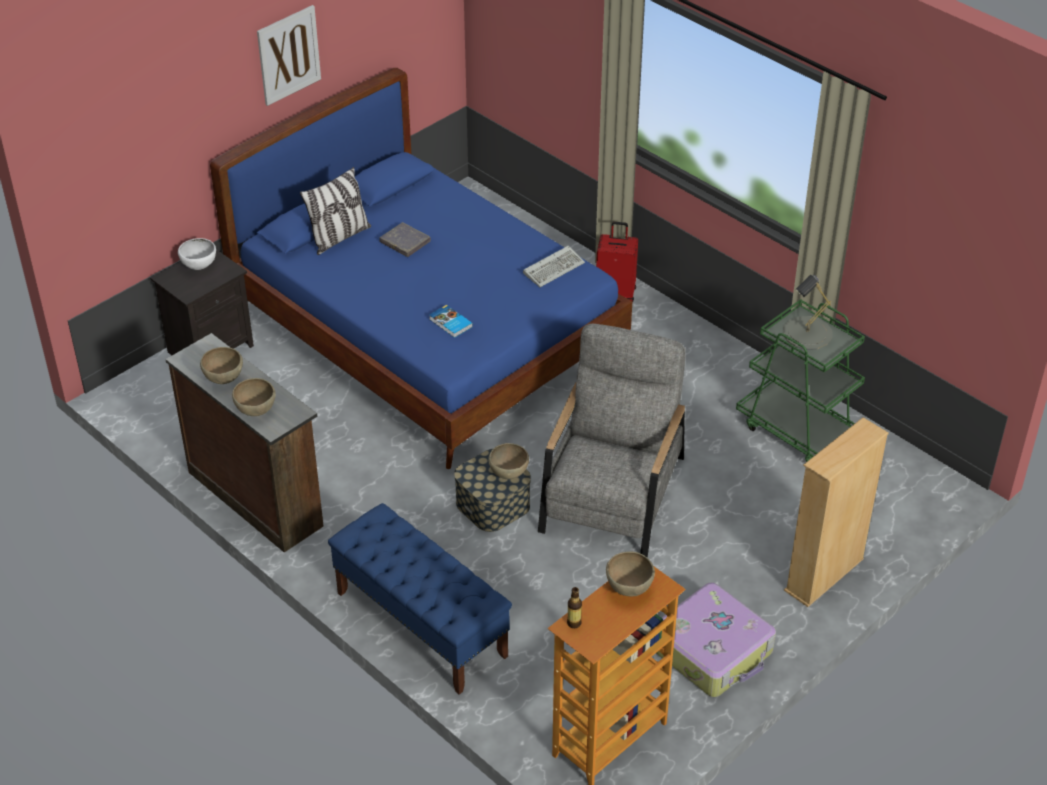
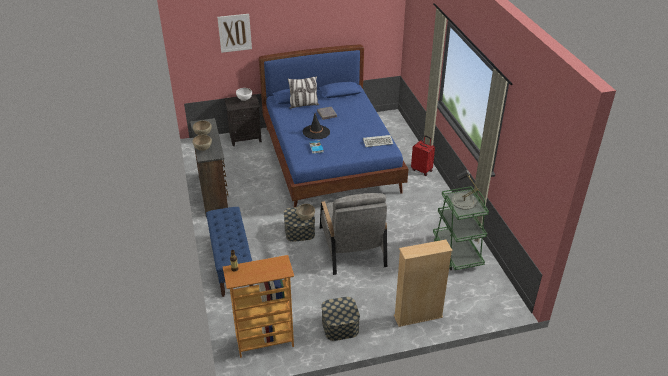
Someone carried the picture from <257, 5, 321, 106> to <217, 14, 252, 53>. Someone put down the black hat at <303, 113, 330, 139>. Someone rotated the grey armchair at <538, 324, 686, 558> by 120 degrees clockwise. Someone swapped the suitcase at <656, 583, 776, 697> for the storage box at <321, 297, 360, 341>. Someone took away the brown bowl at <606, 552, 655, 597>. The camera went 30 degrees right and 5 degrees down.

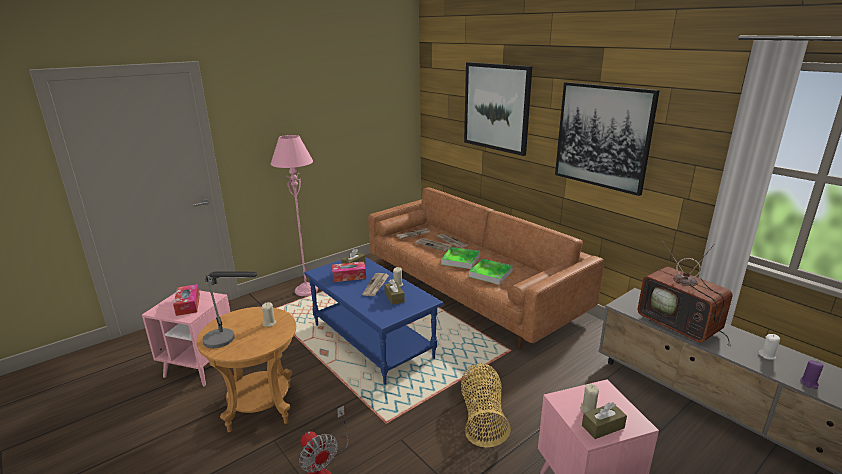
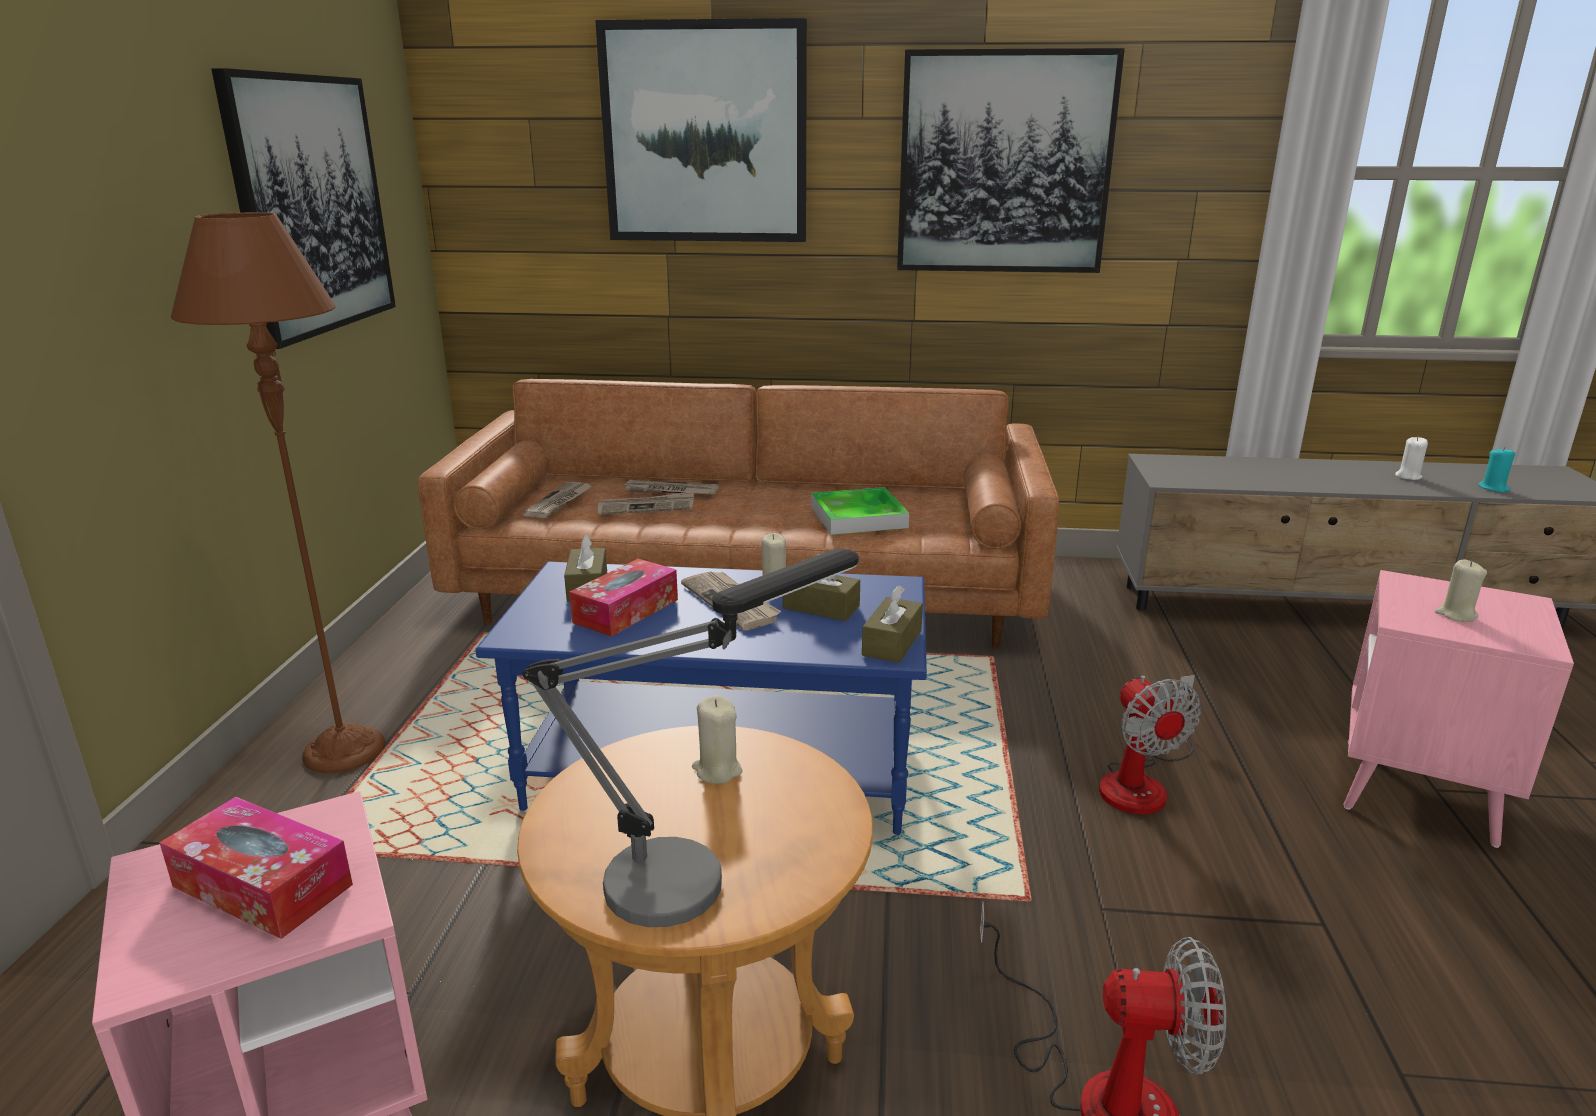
Someone repainted the pink floor lamp at <271, 135, 318, 296>, which became the brown floor lamp at <171, 212, 385, 773>. Someone put up the picture at <211, 68, 396, 349>. Someone carried the brown tissue box from <582, 402, 627, 439> to <862, 585, 923, 663>. Someone swapped the basket at <461, 363, 511, 448> for the fan at <1099, 675, 1201, 815>. Someone repainted the purple candle at <800, 360, 823, 389>, which became the turquoise candle at <1478, 447, 1515, 492>. Someone took away the tray at <441, 247, 480, 269>. Someone took away the television at <638, 241, 733, 346>. The camera went 45 degrees left and 0 degrees up.

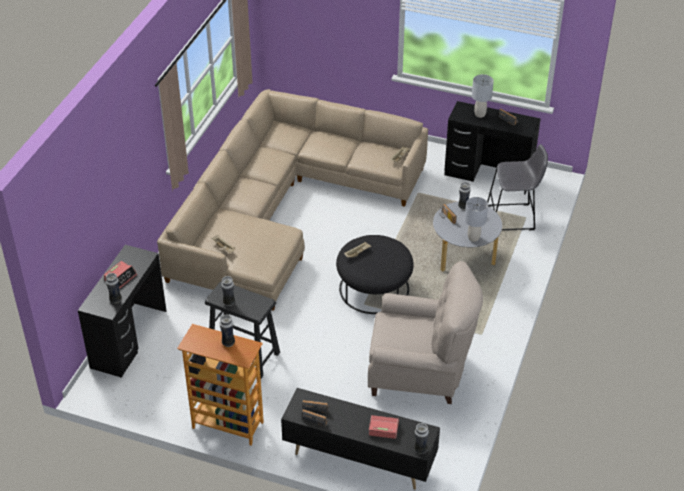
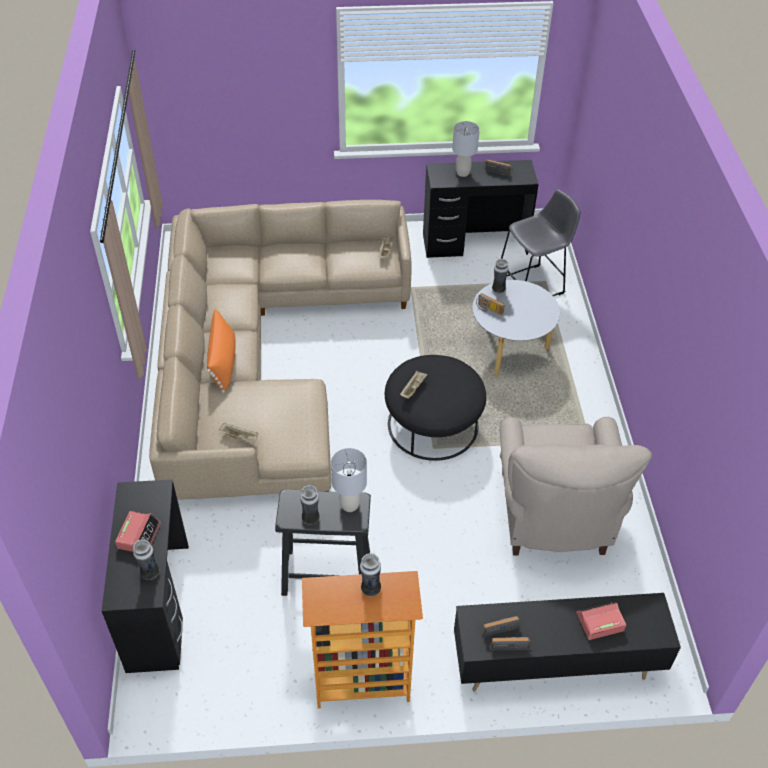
Someone put down the orange pillow at <207, 309, 235, 393>. Someone carried the grey table lamp from <465, 197, 488, 242> to <331, 448, 367, 512>. Someone rotated the beige armchair at <368, 261, 483, 404> by 105 degrees clockwise. Someone took away the vase at <414, 423, 429, 454>. The camera went 25 degrees left and 5 degrees up.

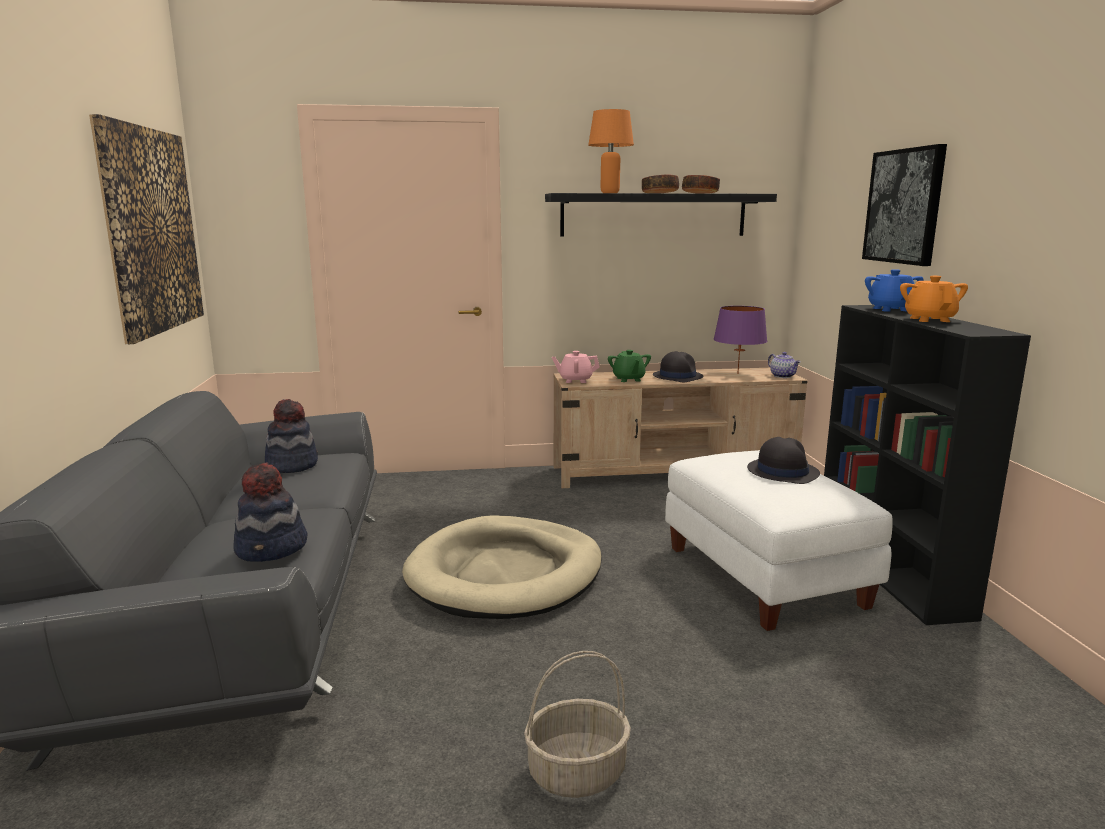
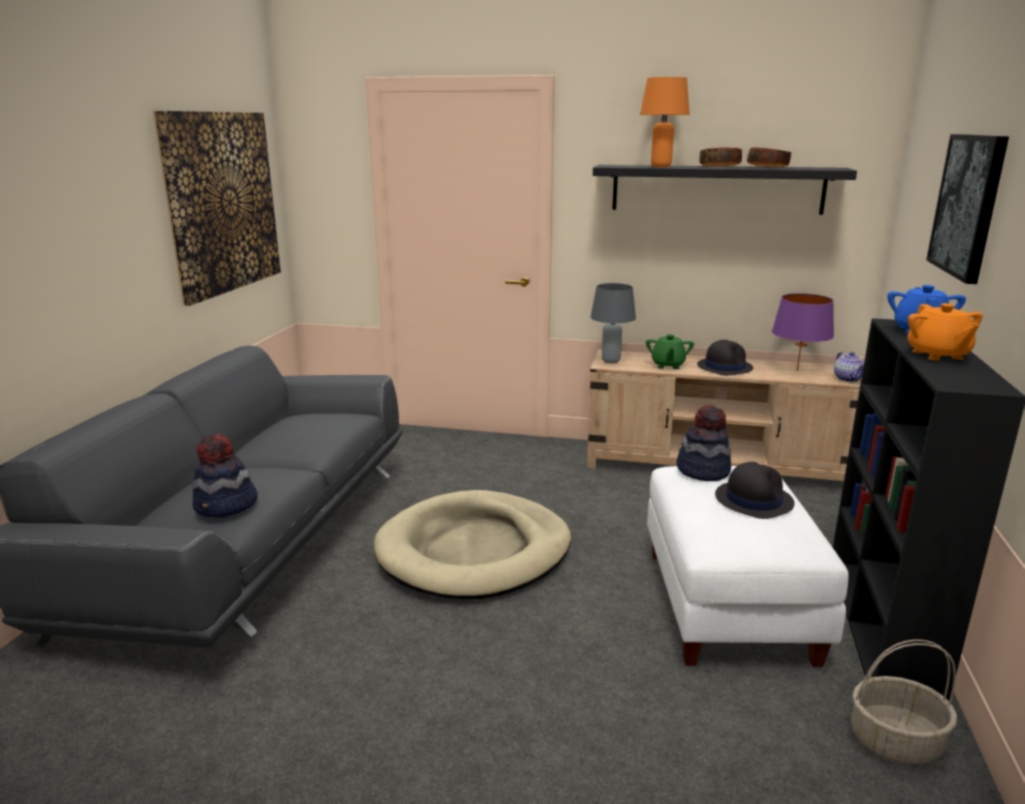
Someone swapped the pink teapot at <552, 351, 600, 383> for the grey table lamp at <591, 283, 636, 363>. Someone carried the hat from <265, 399, 318, 473> to <676, 405, 731, 481>. Someone carried the basket from <524, 651, 631, 798> to <851, 639, 957, 765>. Someone rotated the orange teapot at <900, 276, 968, 322> by 150 degrees clockwise. The camera went 20 degrees right and 5 degrees up.

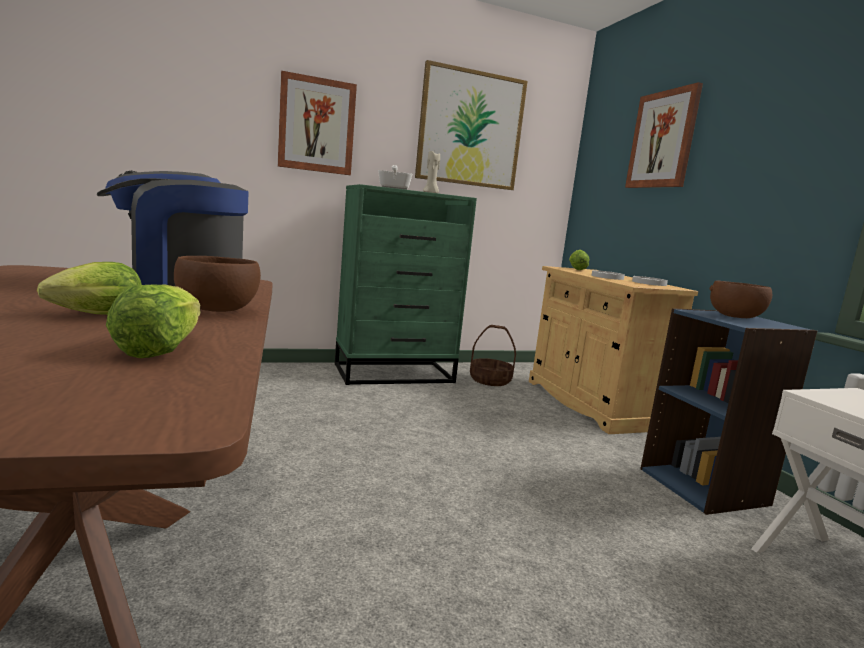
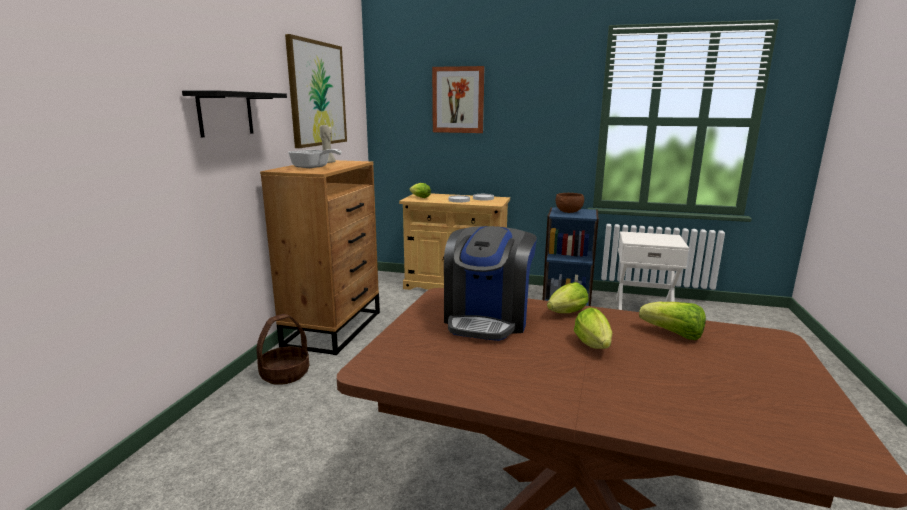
Someone swapped the picture at <278, 71, 357, 175> for the black shelf at <182, 90, 287, 137>. Someone carried the basket from <470, 325, 516, 386> to <256, 314, 309, 385>. Someone repainted the green dresser at <335, 184, 477, 385>, which became the brown dresser at <260, 160, 380, 355>. Someone swapped the brown bowl at <174, 256, 261, 312> for the lettuce at <547, 282, 589, 313>. The camera went 55 degrees left and 5 degrees up.

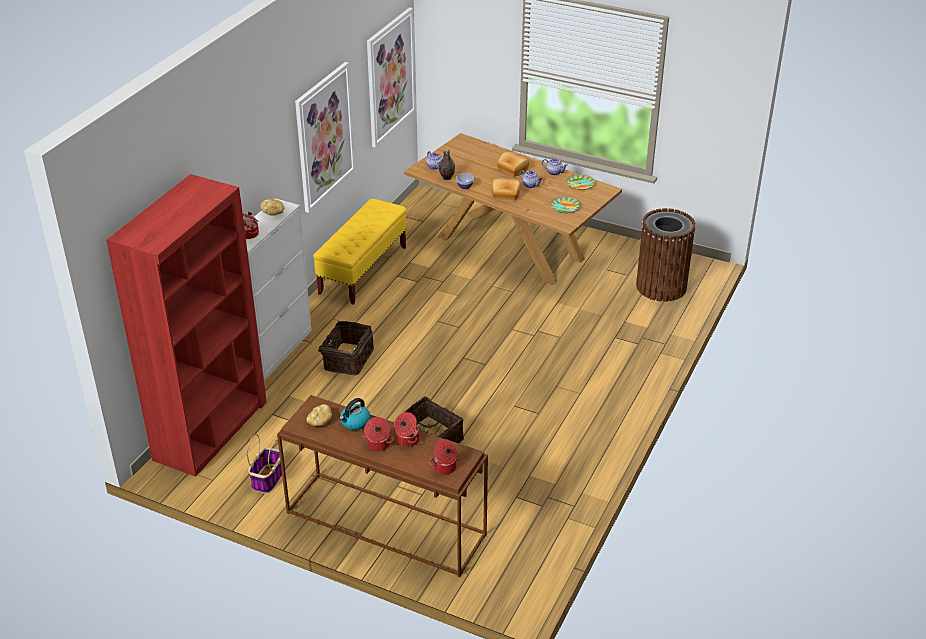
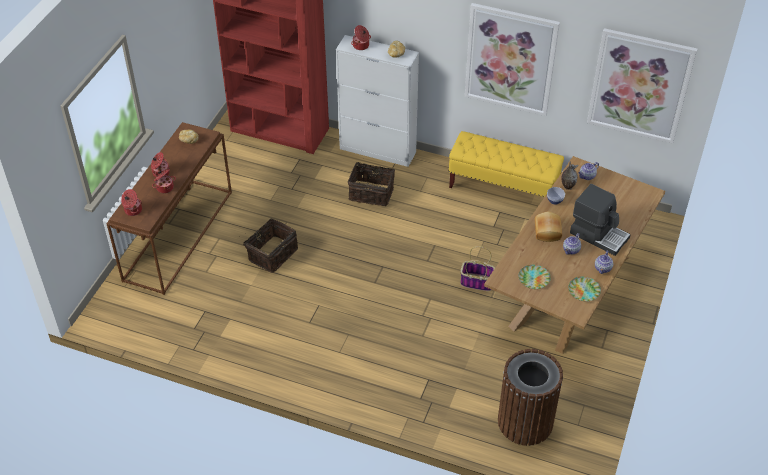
Someone carried the basket from <247, 434, 282, 493> to <460, 246, 495, 291>. Someone swapped the bread at <497, 152, 529, 176> for the coffee machine at <570, 184, 631, 256>. Someone took away the kettle at <339, 398, 370, 430>. The camera went 85 degrees right and 10 degrees up.

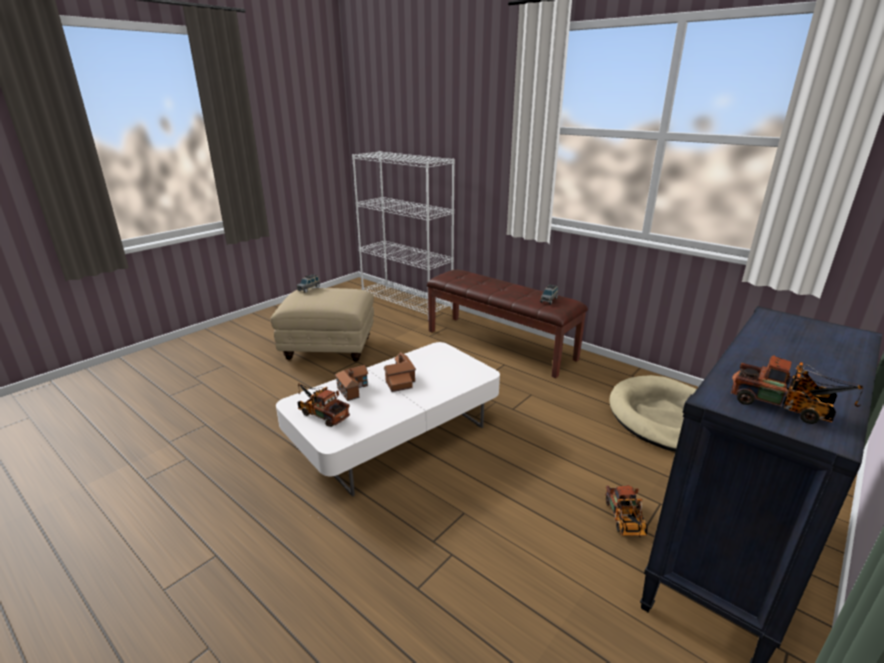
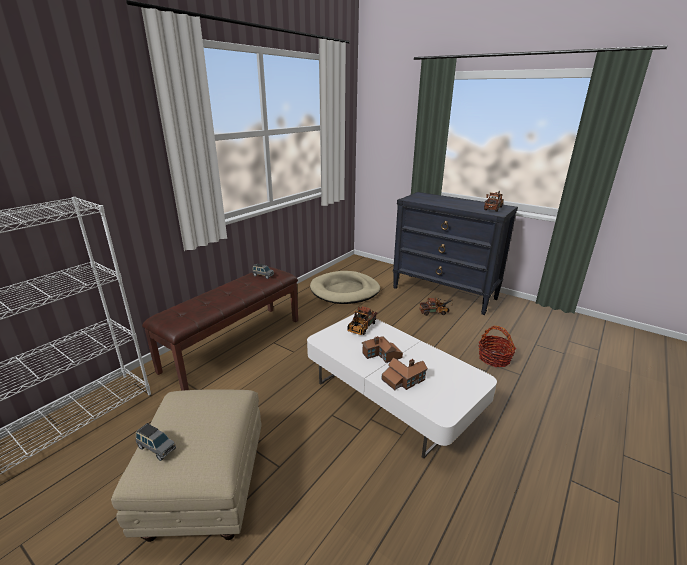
Someone carried the toy truck from <298, 384, 350, 427> to <347, 307, 377, 335>. Someone put down the basket at <478, 326, 516, 367>. The camera went 95 degrees left and 0 degrees up.

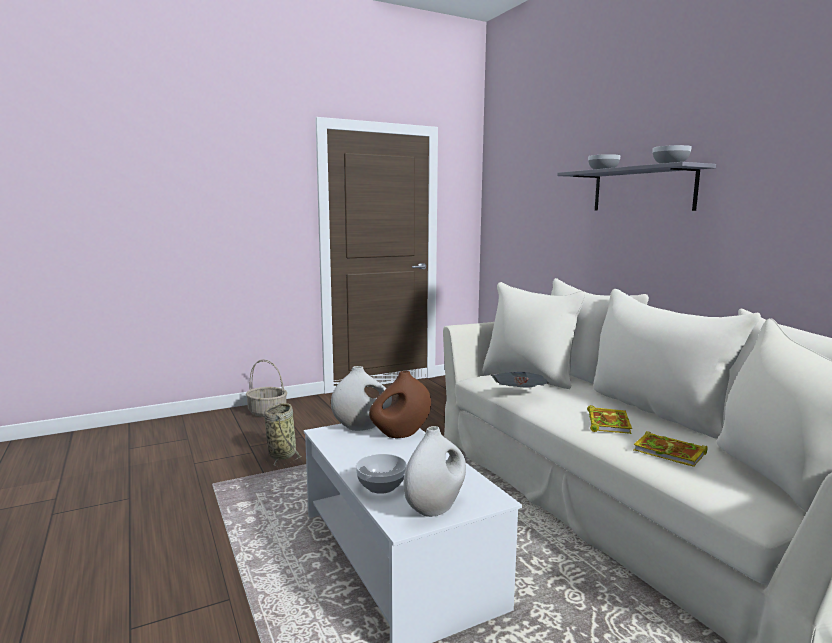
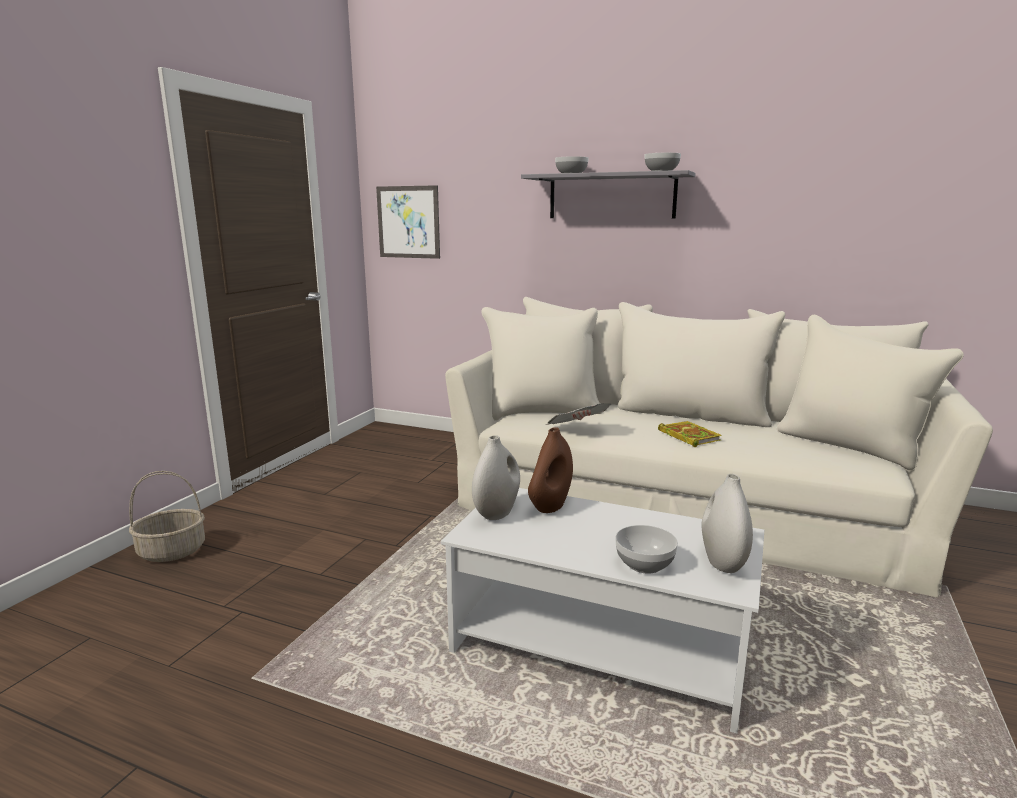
Someone put up the picture at <376, 185, 440, 259>. Someone took away the basket at <264, 403, 302, 467>. Someone took away the book at <633, 431, 707, 467>. The camera went 40 degrees left and 5 degrees up.

